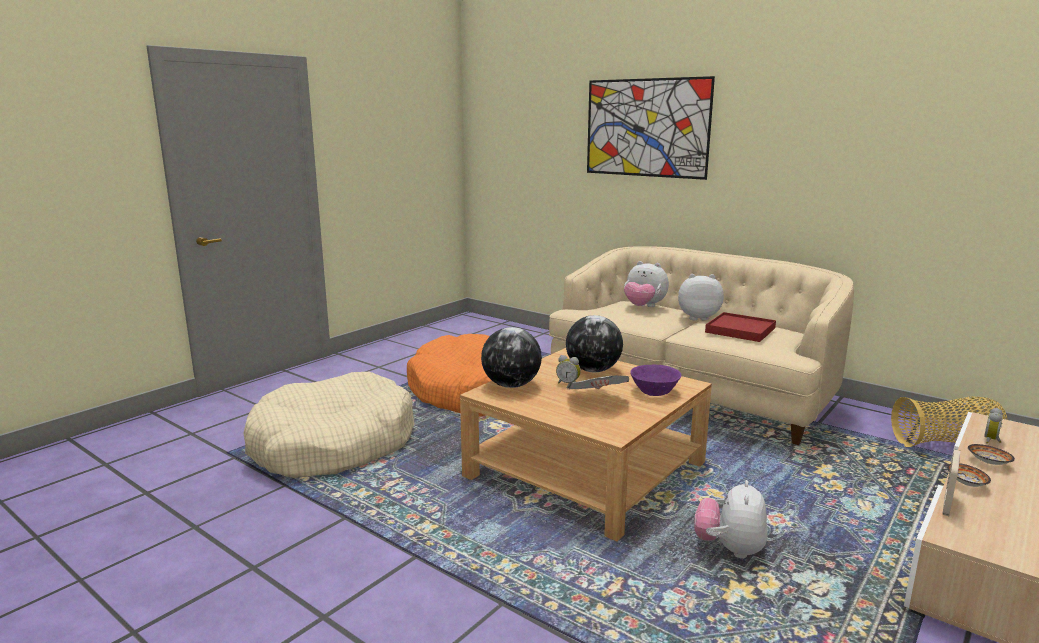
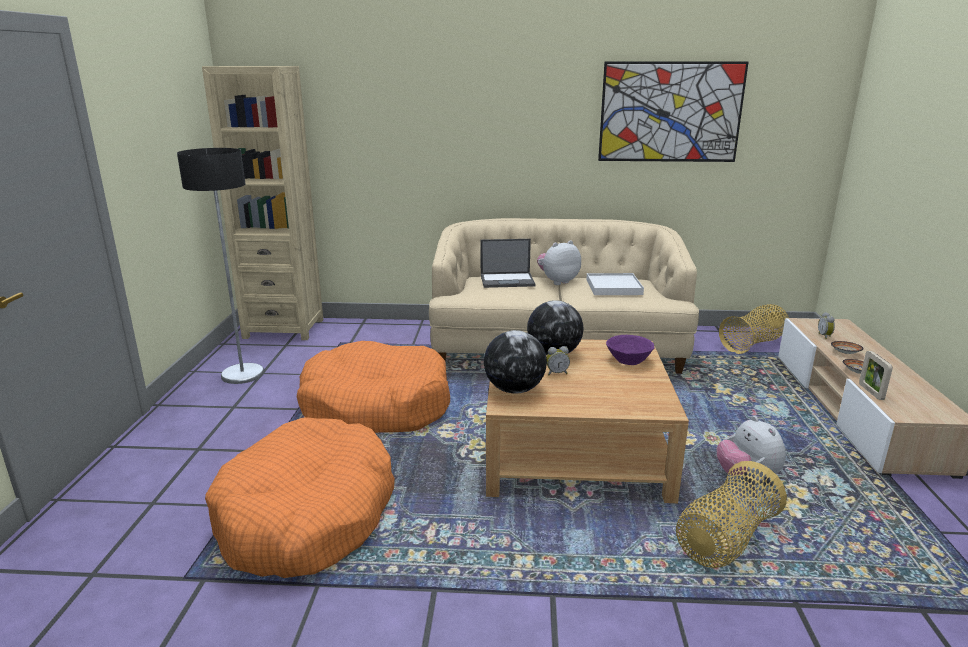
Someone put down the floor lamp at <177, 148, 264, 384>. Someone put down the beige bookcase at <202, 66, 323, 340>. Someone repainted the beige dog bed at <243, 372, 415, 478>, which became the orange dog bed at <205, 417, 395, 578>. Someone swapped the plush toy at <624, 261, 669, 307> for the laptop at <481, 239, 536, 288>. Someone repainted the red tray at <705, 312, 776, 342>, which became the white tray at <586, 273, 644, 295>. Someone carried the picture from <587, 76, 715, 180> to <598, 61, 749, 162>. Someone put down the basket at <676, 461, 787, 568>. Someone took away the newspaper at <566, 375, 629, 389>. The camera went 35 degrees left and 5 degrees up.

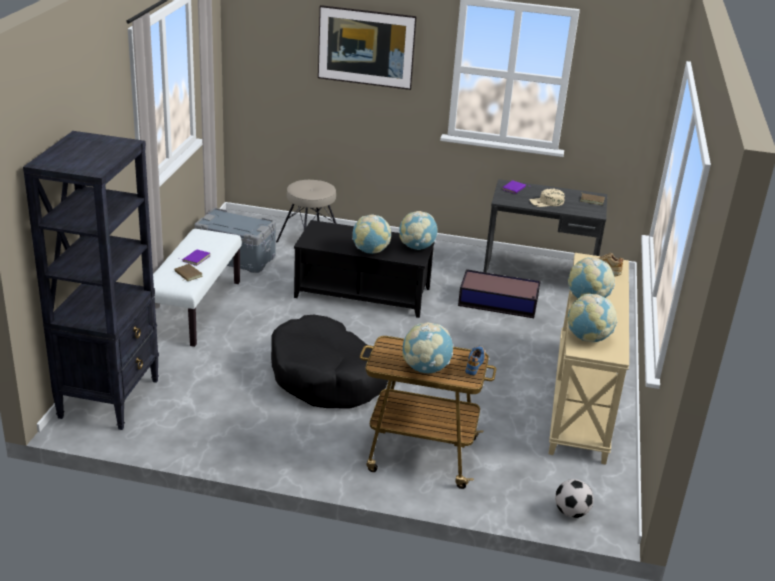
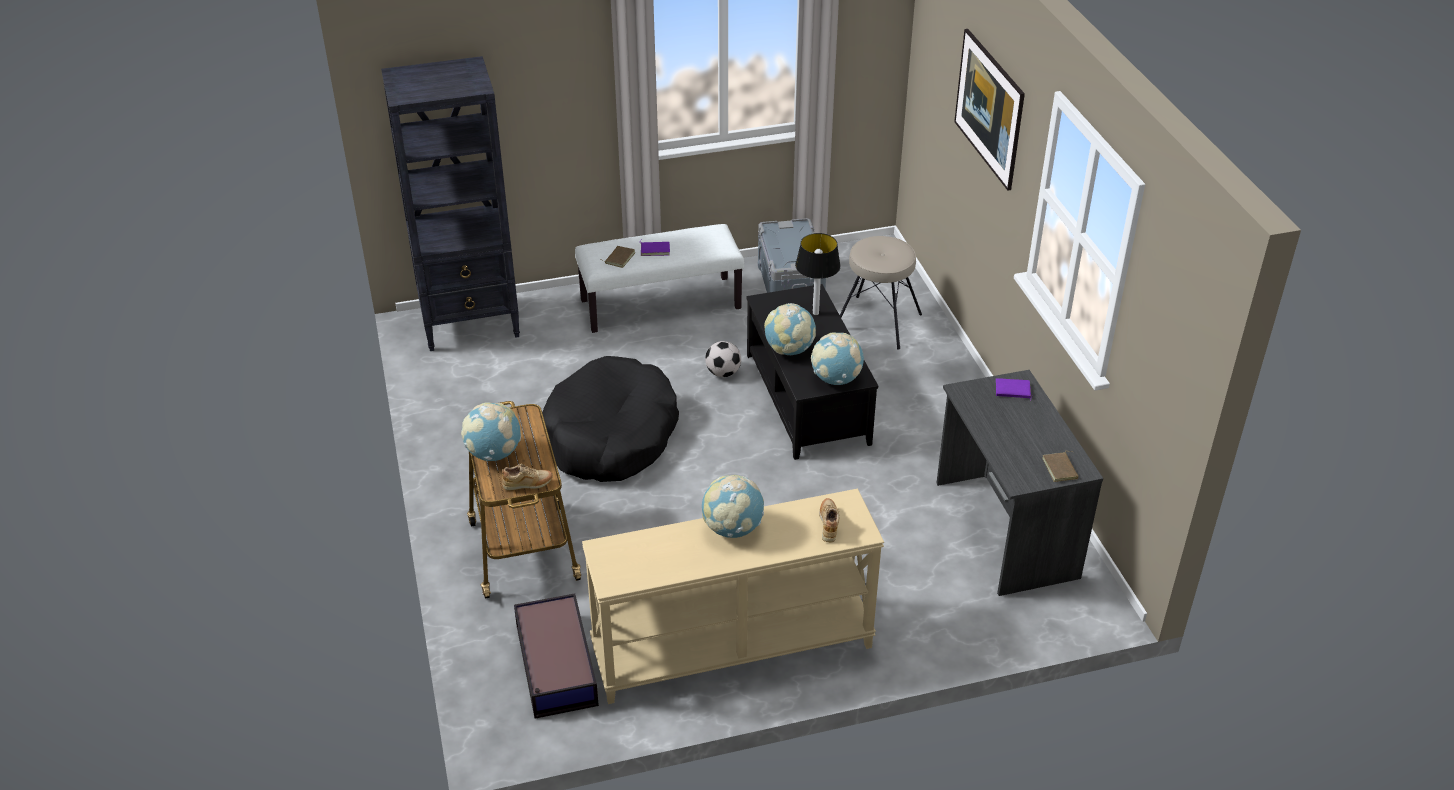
Someone repainted the blue shoe at <465, 346, 485, 375>, which became the beige shoe at <502, 464, 553, 491>. Someone carried the storage box from <458, 269, 541, 318> to <514, 594, 599, 719>. Someone carried the football from <555, 479, 593, 518> to <705, 341, 741, 377>. Someone put down the table lamp at <795, 233, 841, 315>. Someone took away the beige cap at <530, 189, 565, 207>. Someone took away the globe at <568, 294, 618, 342>. The camera went 65 degrees right and 10 degrees up.

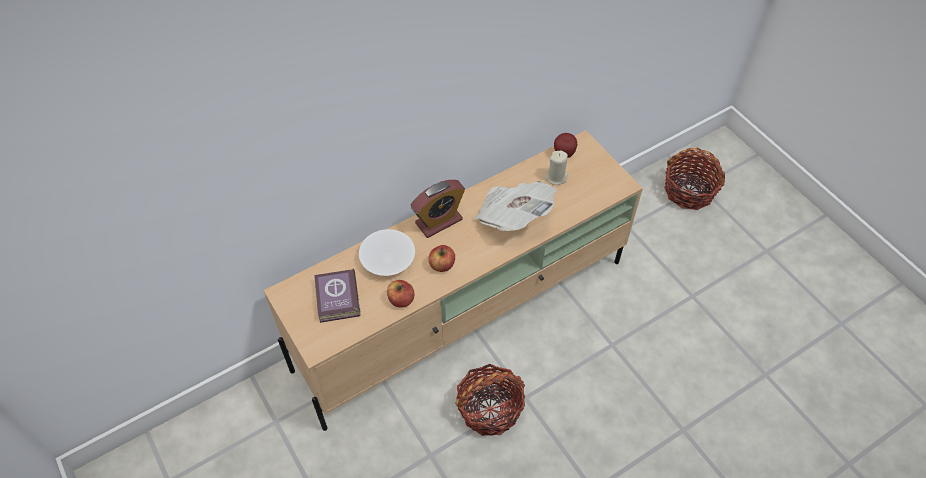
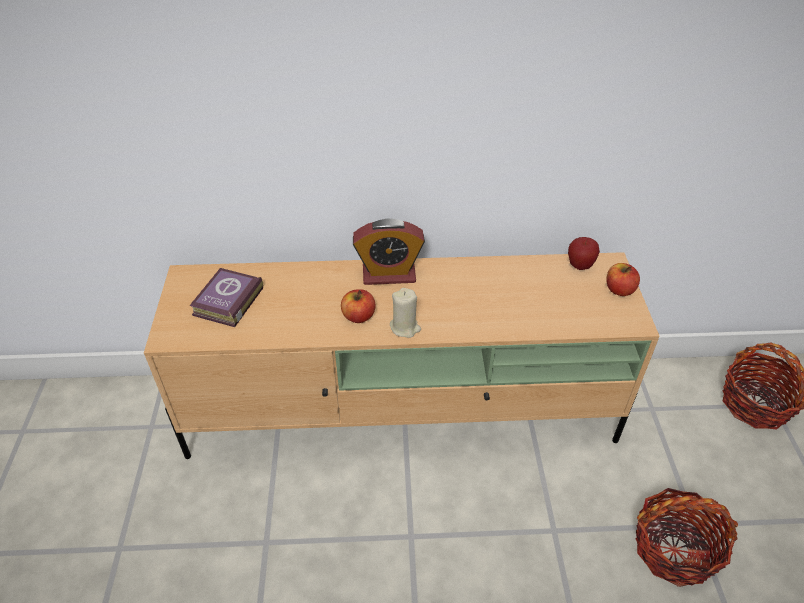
Someone carried the beige candle from <545, 151, 568, 185> to <390, 288, 421, 338>. Someone carried the apple from <387, 280, 415, 308> to <607, 263, 640, 296>. Someone carried the basket from <455, 364, 525, 436> to <636, 488, 738, 587>. Someone took away the white bowl at <359, 229, 415, 276>. Someone took away the newspaper at <474, 181, 557, 231>. The camera went 30 degrees right and 10 degrees down.

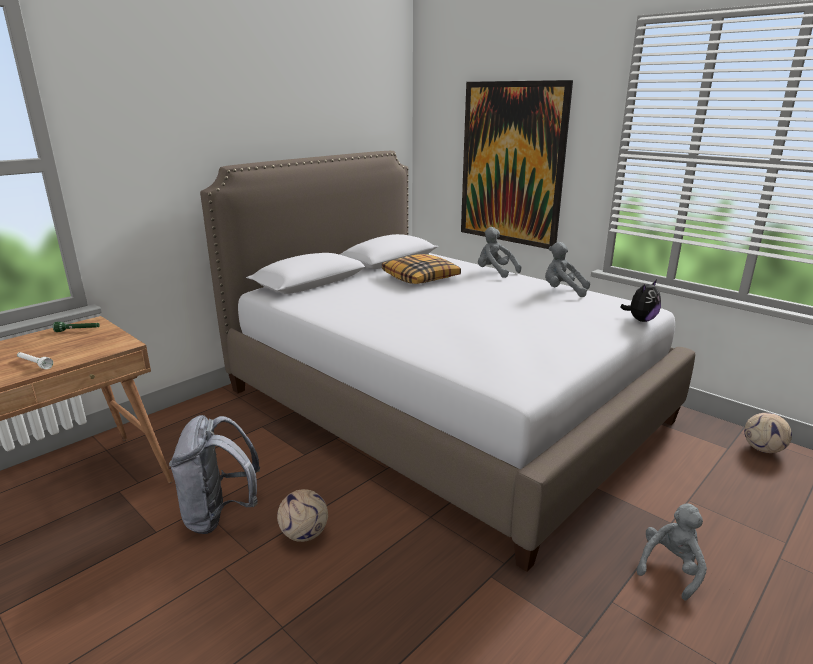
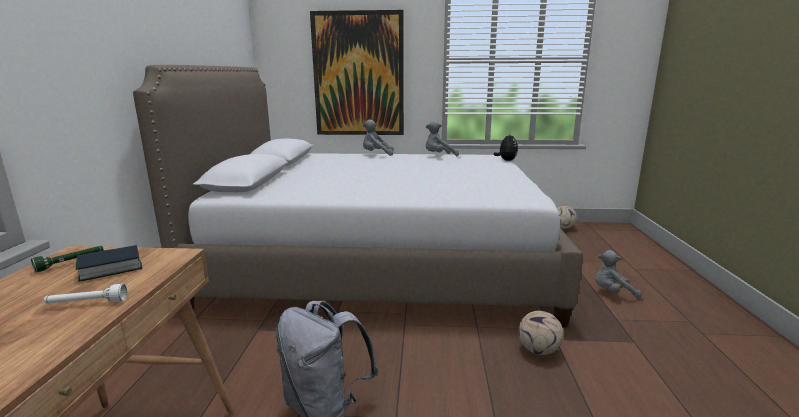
Someone put down the book at <76, 245, 142, 282>. Someone carried the football from <277, 489, 328, 542> to <518, 311, 563, 355>. Someone rotated the grey plush toy at <637, 503, 707, 600> by 90 degrees counterclockwise. Someone took away the pillow at <382, 254, 461, 284>. The camera went 40 degrees left and 5 degrees down.

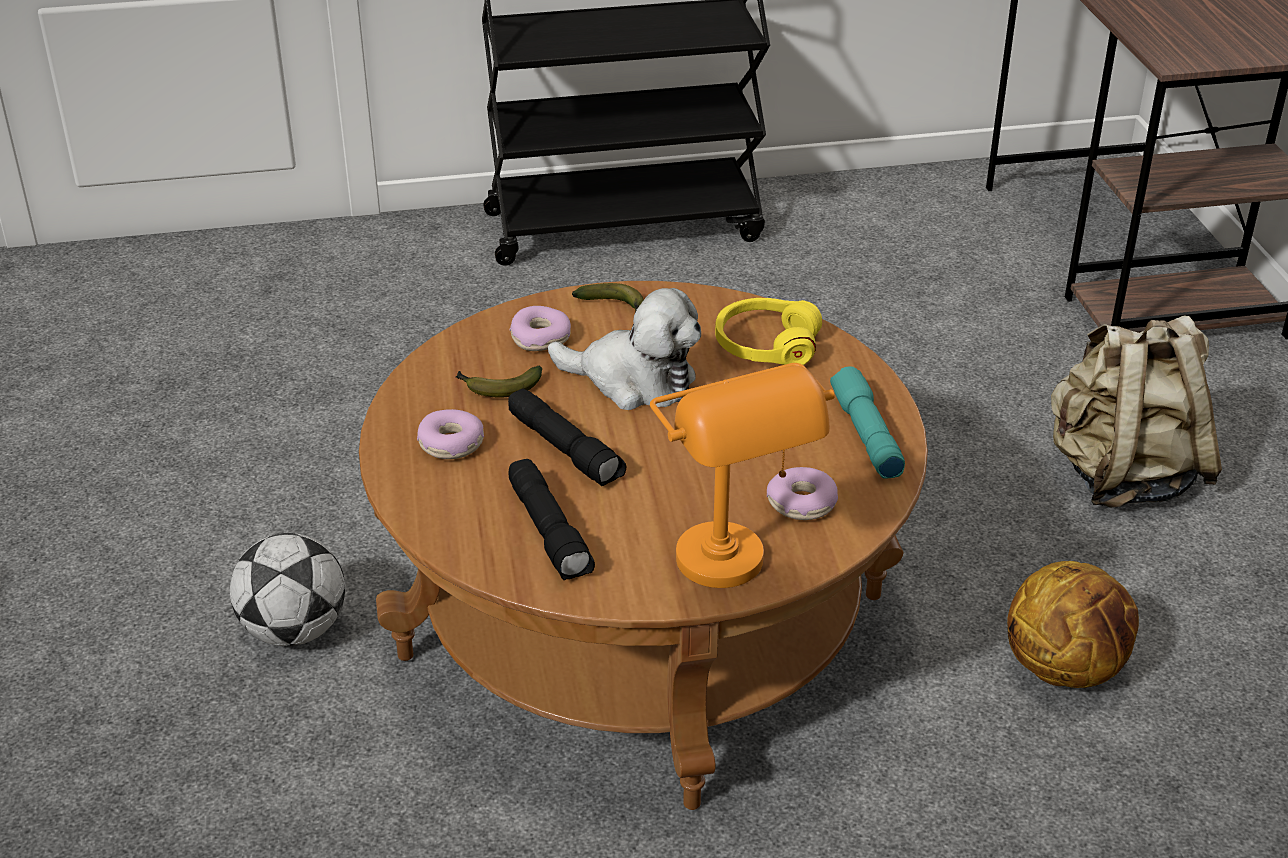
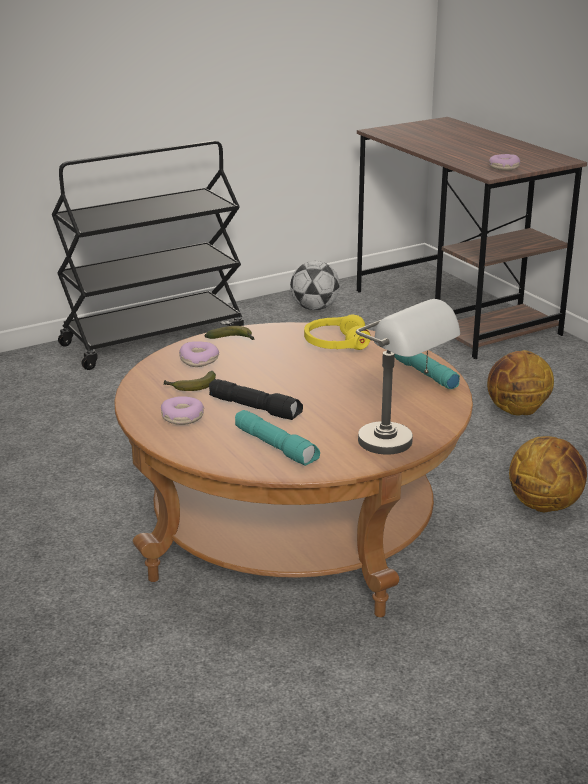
Someone repainted the black flashlight at <509, 459, 595, 580>, which became the turquoise flashlight at <235, 410, 320, 466>. Someone carried the football from <230, 533, 345, 646> to <290, 261, 340, 310>. Someone repainted the orange table lamp at <650, 363, 835, 588>, which became the grey table lamp at <356, 299, 460, 455>. Someone swapped the beige backpack at <1051, 315, 1222, 508> for the basketball at <487, 350, 554, 415>. Someone carried the donut from <767, 467, 838, 520> to <489, 154, 520, 171>. Someone took away the plush toy at <548, 288, 701, 410>. The camera went 20 degrees left and 10 degrees down.

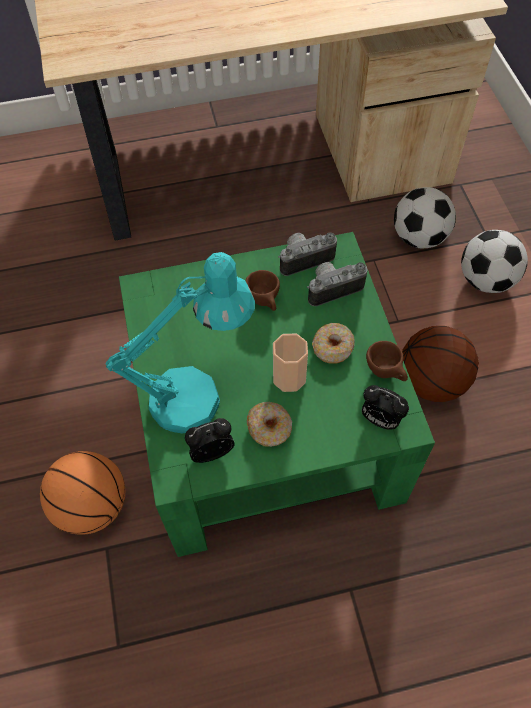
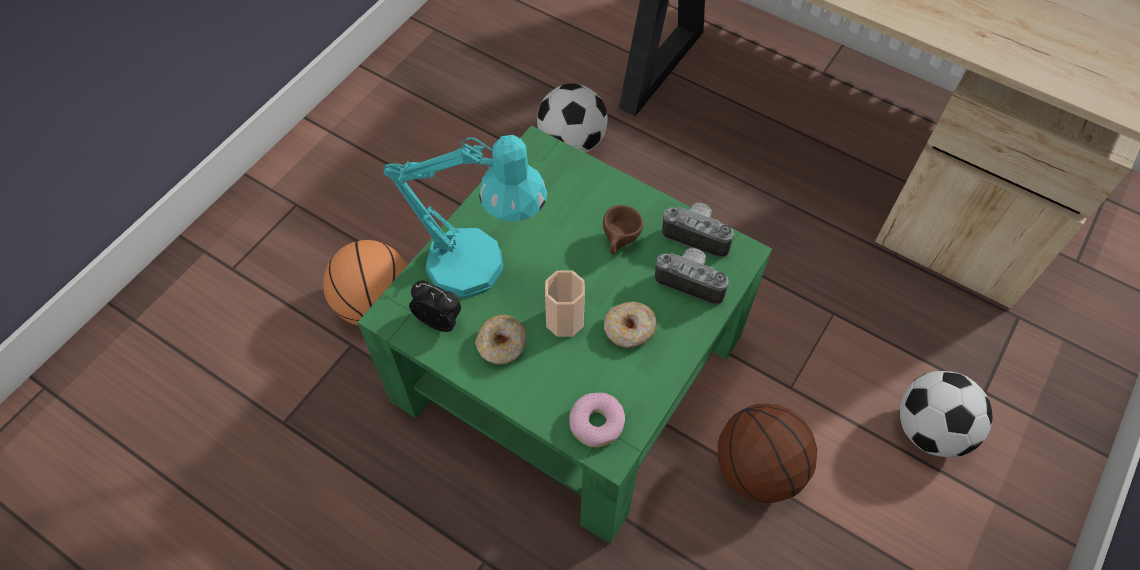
Someone carried the football from <394, 187, 456, 248> to <537, 84, 608, 153>. Someone swapped the alarm clock at <362, 385, 409, 430> for the donut at <569, 393, 625, 447>. Someone took away the brown cup at <366, 341, 408, 381>. The camera went 45 degrees right and 0 degrees up.

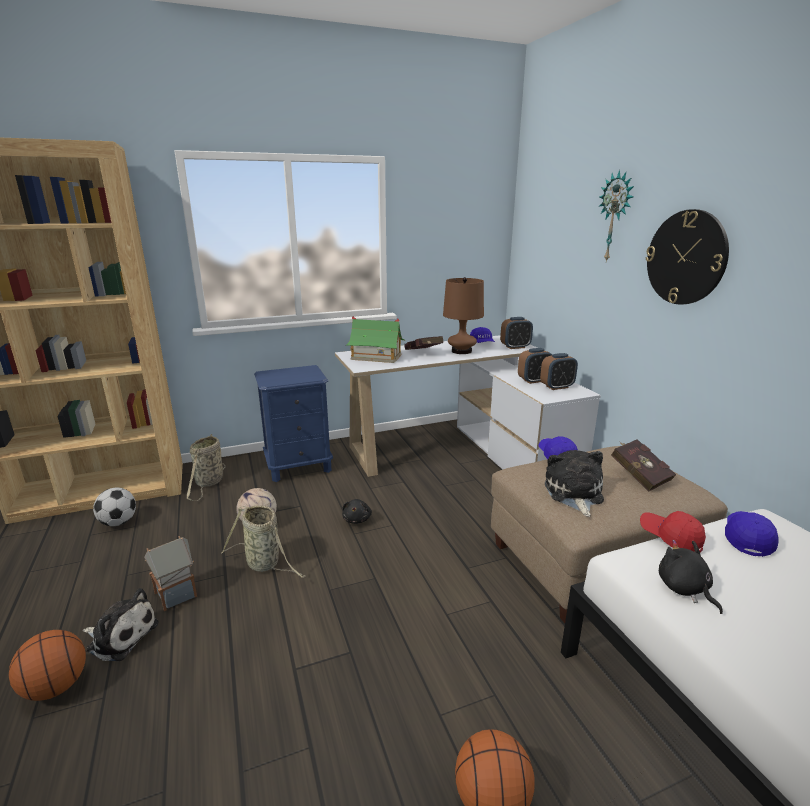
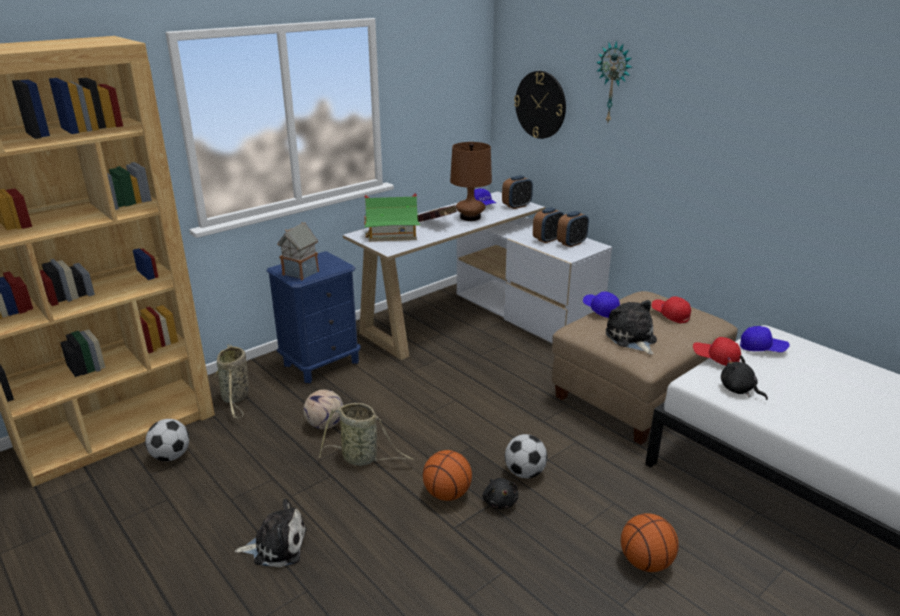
Someone carried the toy house from <144, 536, 197, 611> to <277, 222, 319, 281>. Someone carried the basketball from <9, 630, 86, 701> to <423, 450, 472, 501>. Someone carried the black plush toy from <342, 499, 372, 524> to <483, 478, 518, 509>. Someone put down the football at <505, 434, 547, 478>. Someone carried the wall clock from <646, 209, 729, 305> to <514, 71, 566, 139>. Someone swapped the red book at <611, 439, 676, 491> for the red cap at <651, 296, 691, 324>. Someone rotated the blue cap at <725, 511, 779, 557> by 105 degrees clockwise. The camera went 20 degrees left and 5 degrees up.

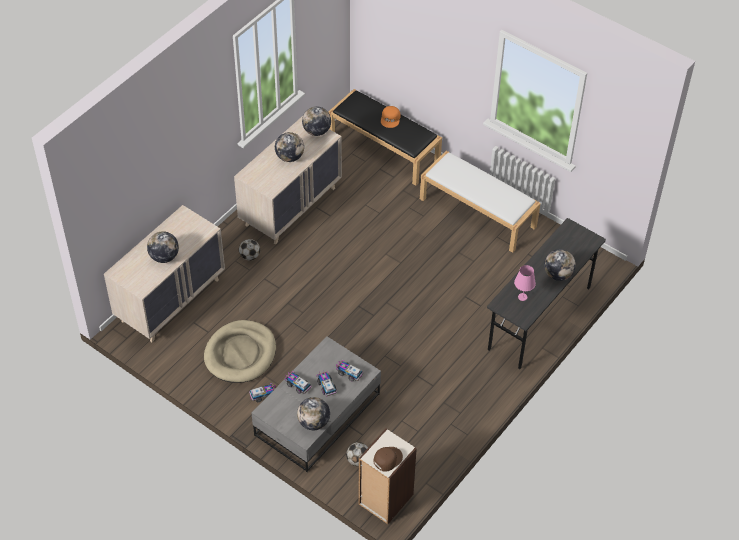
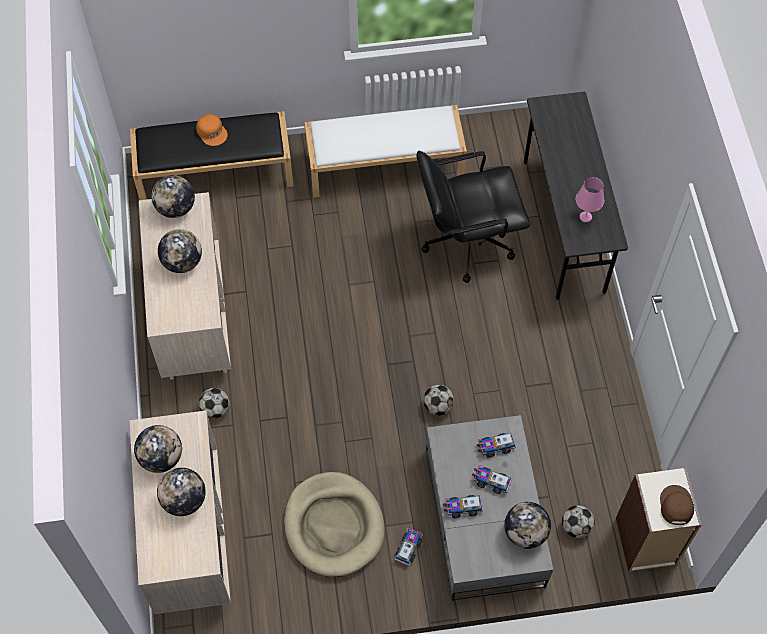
Someone carried the globe from <544, 249, 576, 281> to <134, 425, 182, 473>. Someone put down the black office chair at <416, 151, 530, 283>. Someone put down the football at <423, 385, 454, 416>. The camera went 45 degrees left and 10 degrees up.

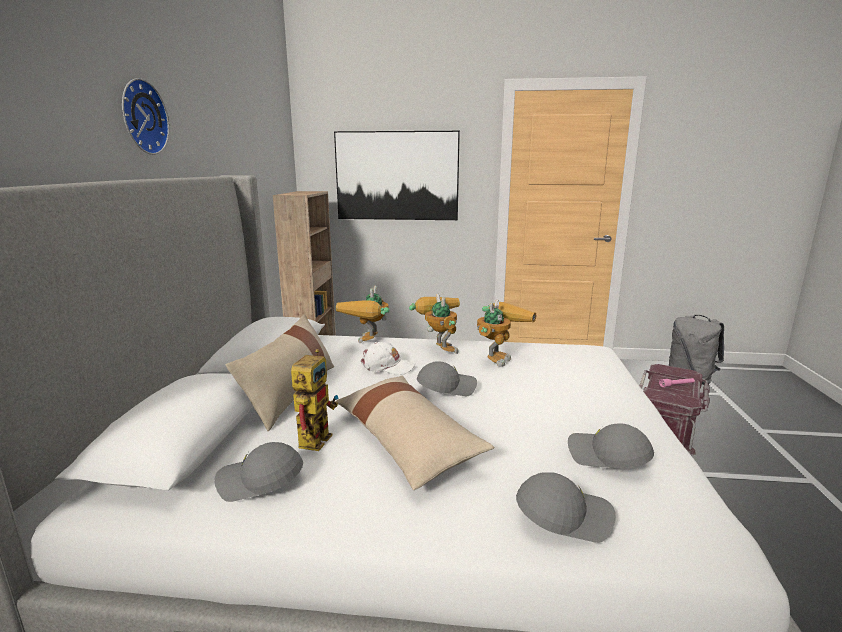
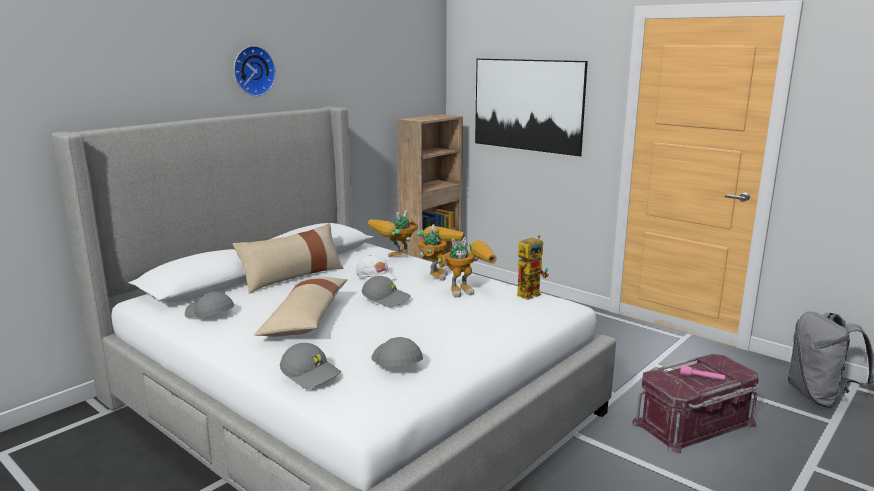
Someone carried the toy robot from <291, 349, 338, 451> to <517, 235, 549, 300>. The camera went 35 degrees right and 0 degrees up.

